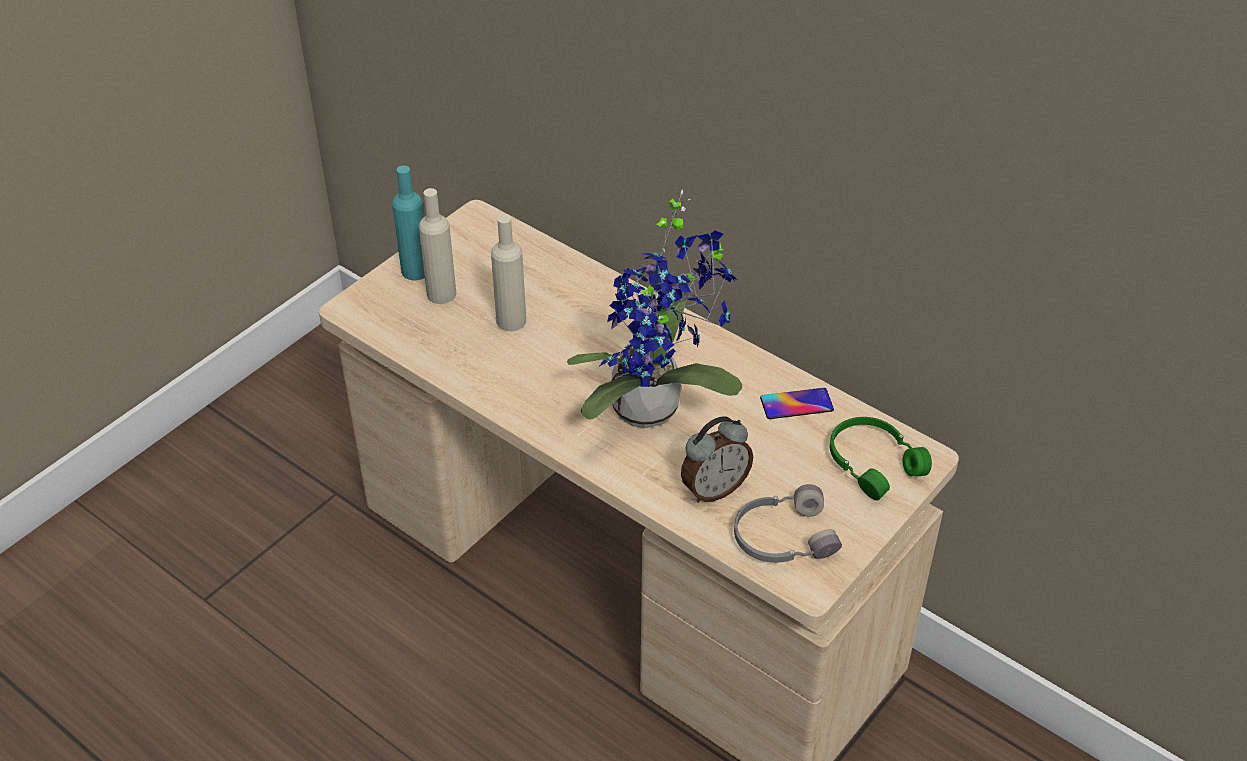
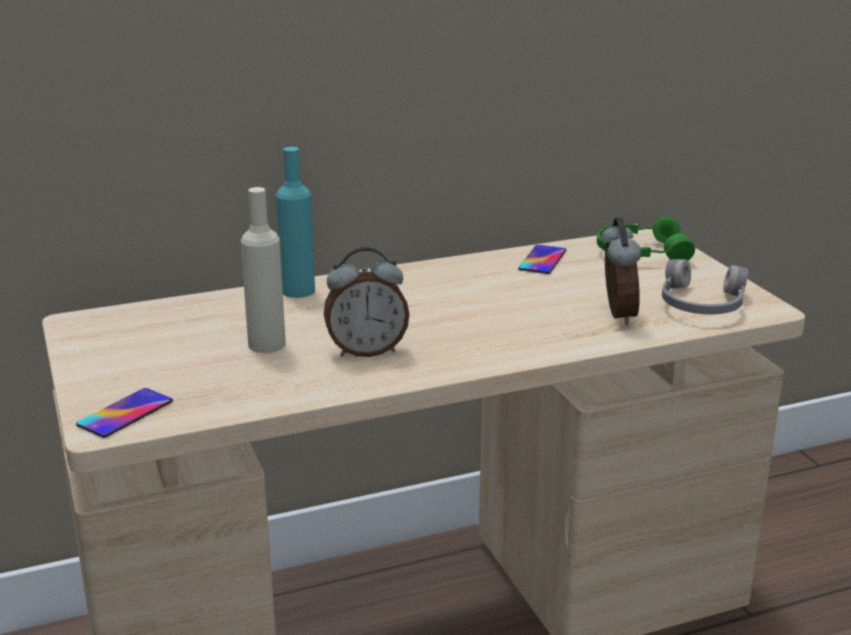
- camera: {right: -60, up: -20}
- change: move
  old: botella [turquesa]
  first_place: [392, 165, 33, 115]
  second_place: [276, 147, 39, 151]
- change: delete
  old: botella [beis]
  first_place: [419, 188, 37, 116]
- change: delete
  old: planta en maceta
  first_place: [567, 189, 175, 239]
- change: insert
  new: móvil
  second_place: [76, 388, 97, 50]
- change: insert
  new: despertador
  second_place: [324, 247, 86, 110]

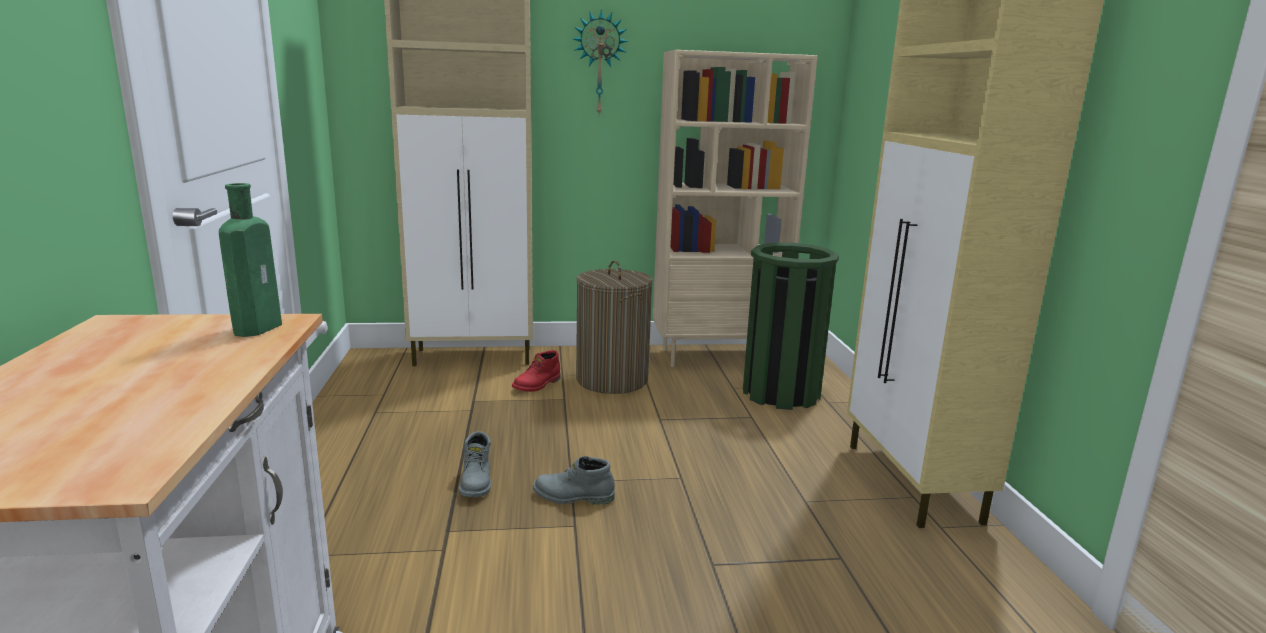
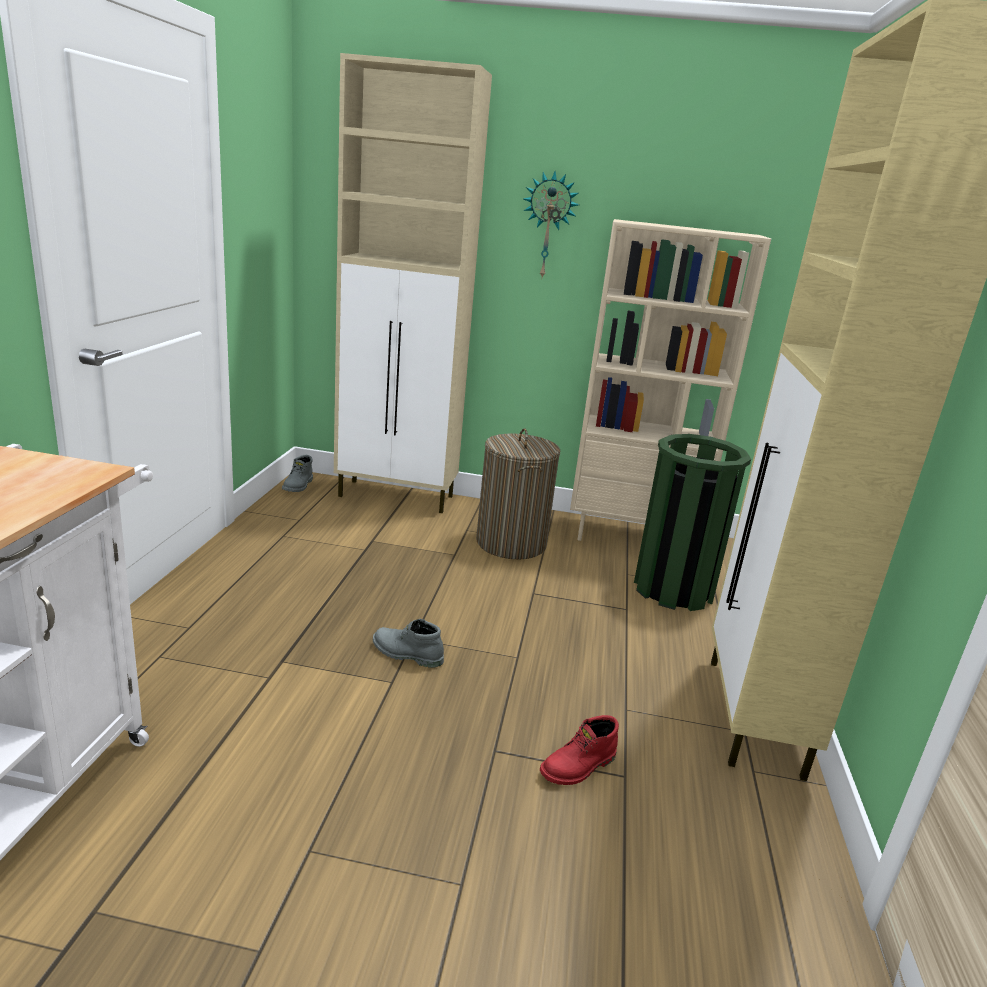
- camera: {right: 15, up: 5}
- change: delete
  old: botella [verde]
  first_place: [219, 183, 63, 154]
- change: move
  old: bota [gris]
  first_place: [459, 431, 32, 66]
  second_place: [282, 455, 31, 37]
- change: move
  old: bota [rojo]
  first_place: [512, 350, 49, 42]
  second_place: [540, 715, 79, 70]

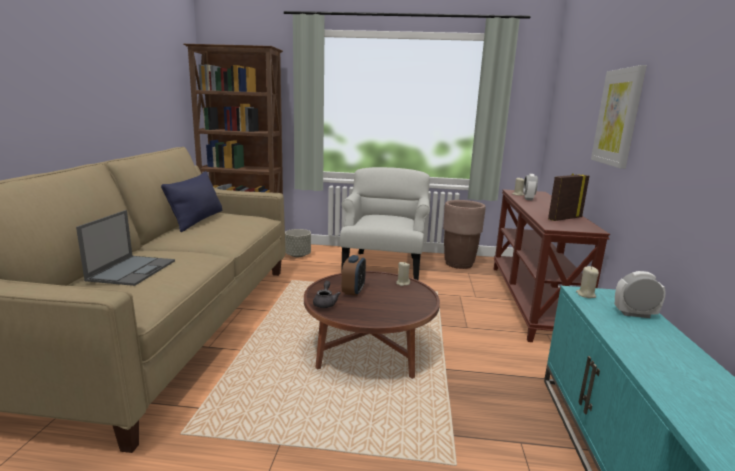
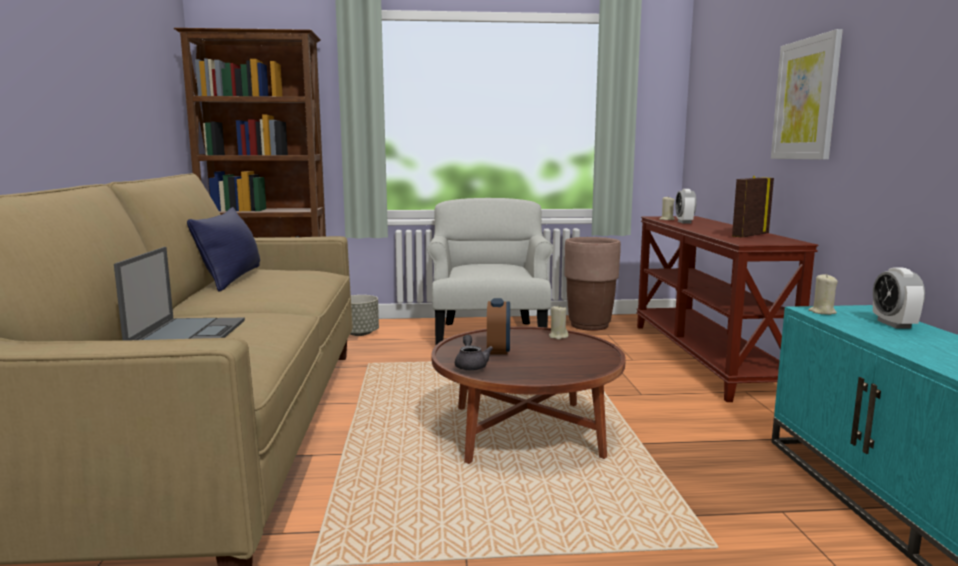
- camera: {right: -10, up: -5}
- change: rotate
  old: despertador
  first_place: [615, 271, 51, 47]
  second_place: [873, 267, 52, 61]
  degrees: -90

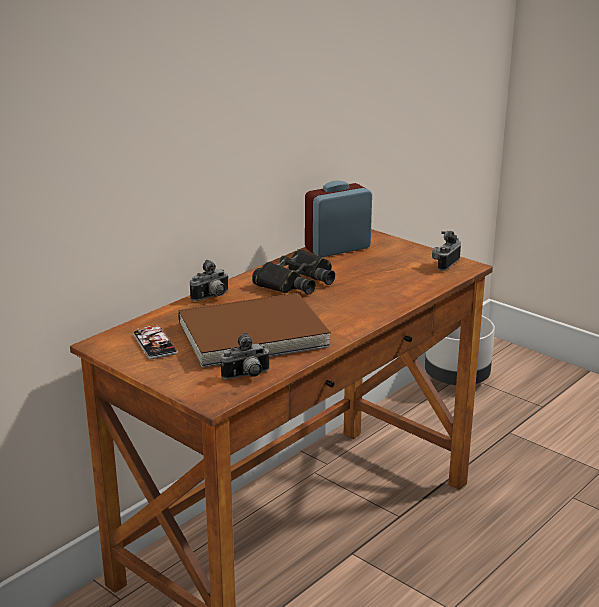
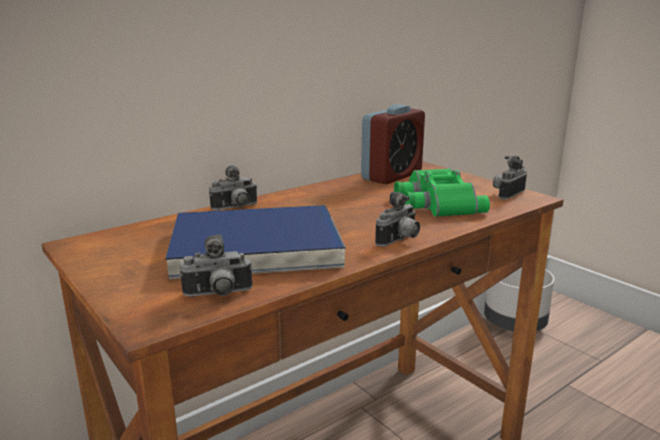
- camera: {right: 10, up: -5}
- change: delete
  old: móvil
  first_place: [133, 325, 45, 34]
- change: recolor
  old: libro [marrón]
  new: libro [azul]
  first_place: [178, 293, 153, 75]
  second_place: [165, 205, 181, 74]
- change: delete
  old: prismáticos [negro]
  first_place: [252, 249, 83, 46]
- change: rotate
  old: despertador
  first_place: [305, 181, 67, 76]
  second_place: [361, 104, 64, 80]
  degrees: 150
- change: insert
  new: cámara
  second_place: [375, 192, 45, 55]
- change: insert
  new: prismáticos [verde]
  second_place: [394, 168, 96, 49]

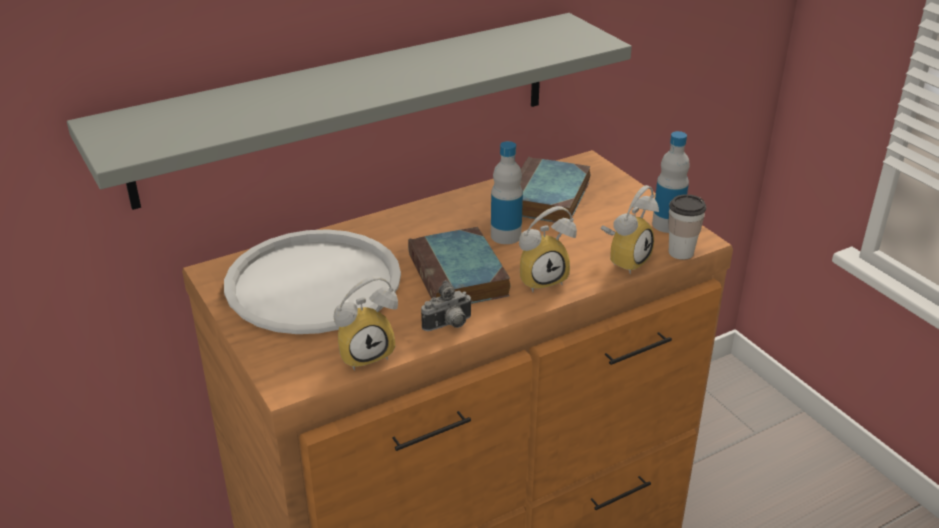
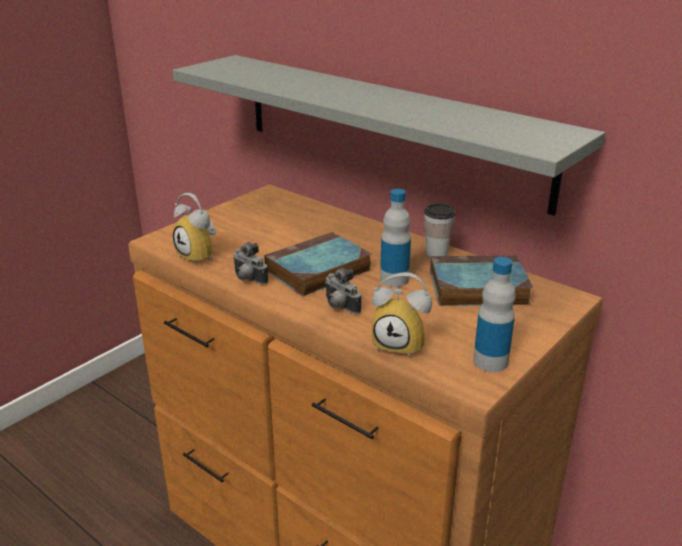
- camera: {right: 70, up: -5}
- change: delete
  old: bandeja [blanco]
  first_place: [224, 229, 177, 105]
- change: replace
  old: despertador
  new: cámara
  first_place: [519, 206, 58, 86]
  second_place: [325, 268, 36, 46]
- change: move
  old: taza
  first_place: [668, 194, 38, 66]
  second_place: [424, 203, 31, 55]

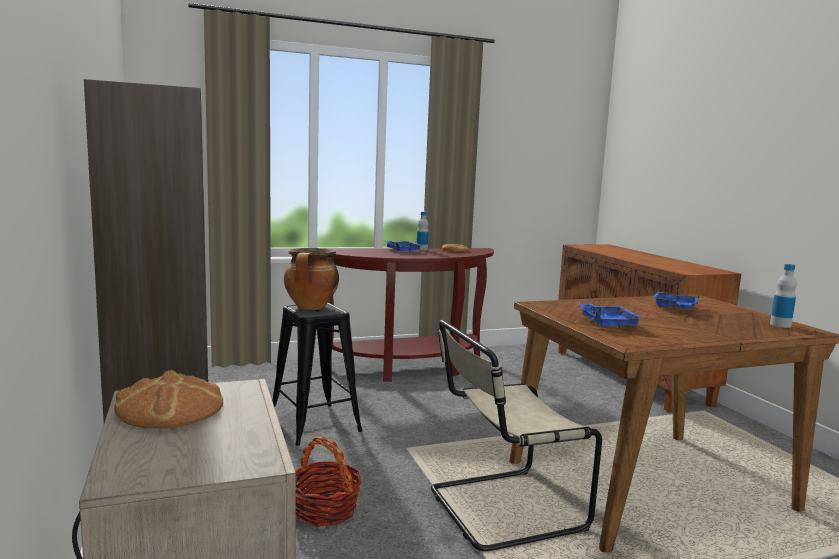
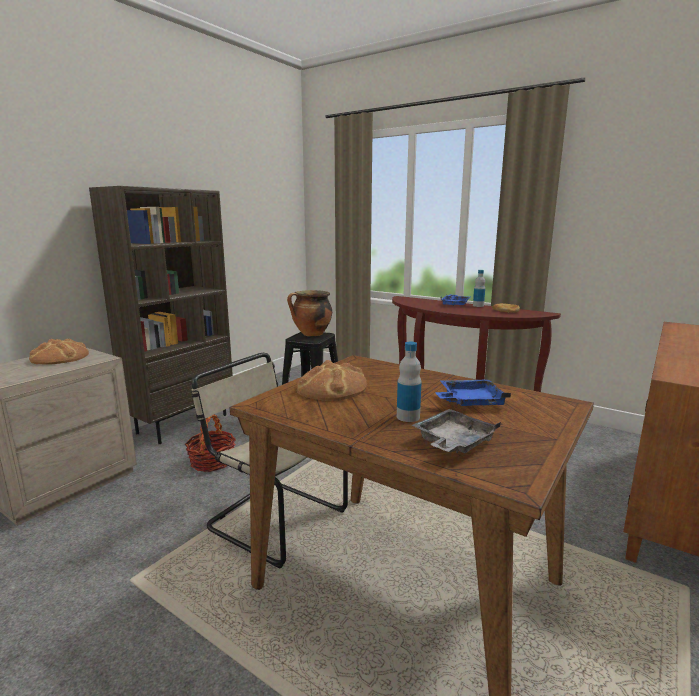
- camera: {right: 55, up: 5}
- change: replace
  old: bandeja [azul]
  new: pan
  first_place: [578, 303, 66, 25]
  second_place: [297, 360, 70, 41]
- change: move
  old: botella
  first_place: [770, 264, 27, 64]
  second_place: [397, 342, 25, 80]
- change: insert
  new: bandeja [gris]
  second_place: [412, 409, 89, 44]

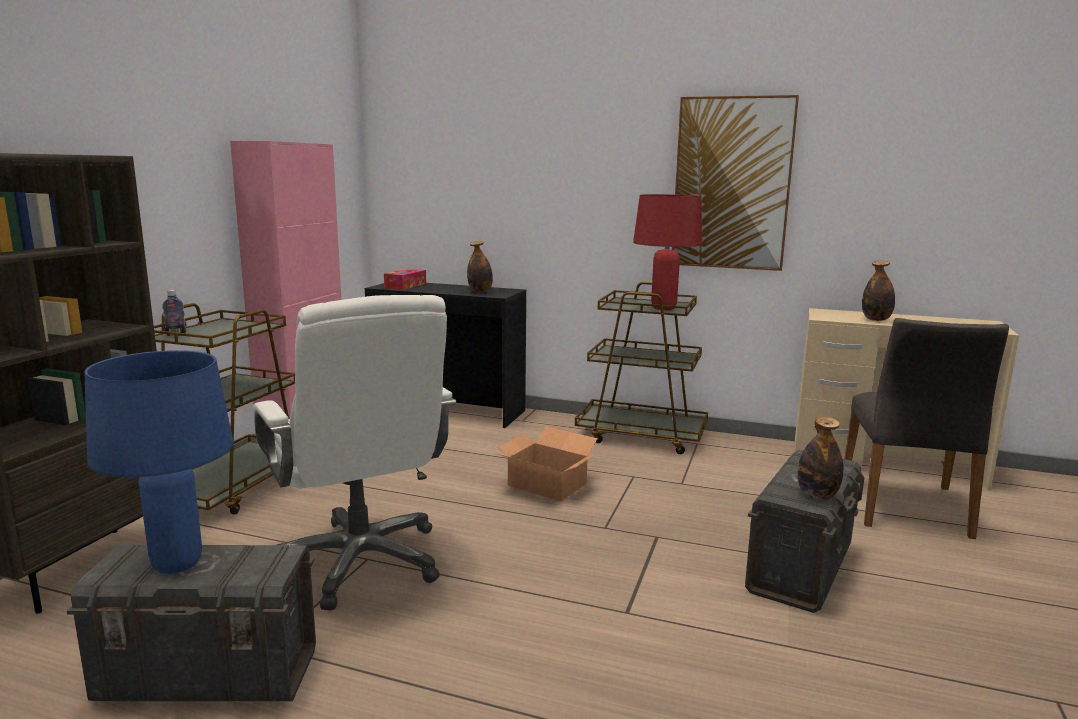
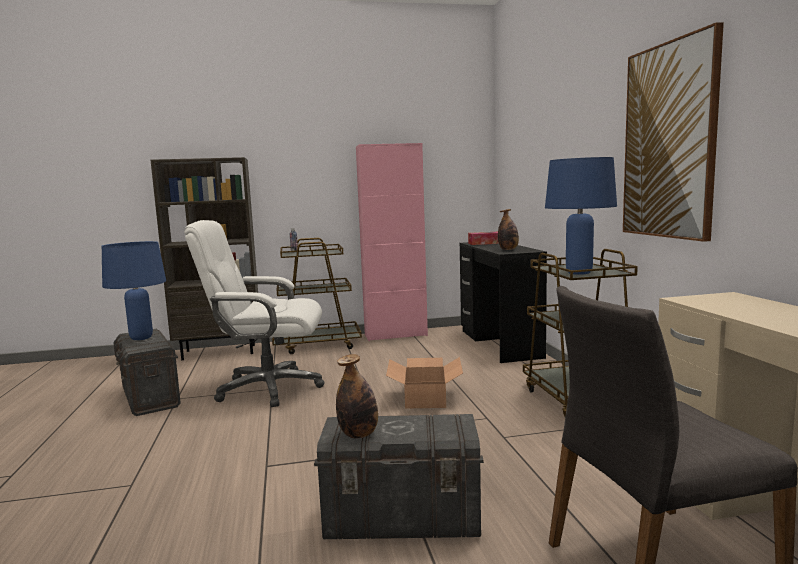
- camera: {right: 60, up: -5}
- change: rotate
  old: silla de oficina [blanco]
  first_place: [253, 295, 203, 315]
  second_place: [184, 220, 141, 187]
  degrees: 60
- change: recolor
  old: lámpara de mesa [rojo]
  new: lámpara de mesa [azul]
  first_place: [633, 194, 69, 116]
  second_place: [545, 157, 72, 118]
- change: delete
  old: botella
  first_place: [862, 261, 33, 60]

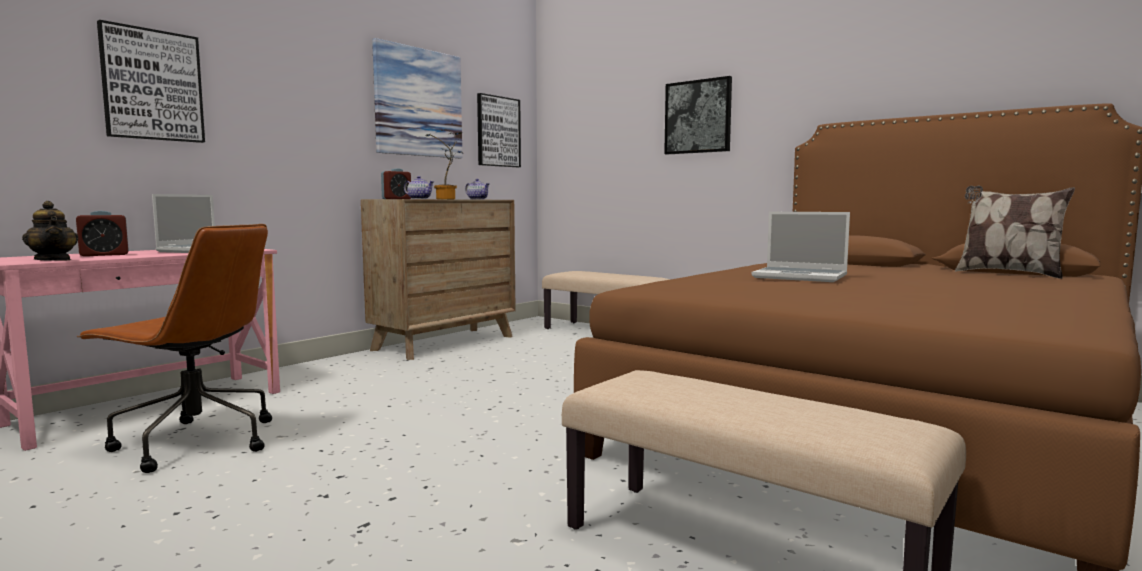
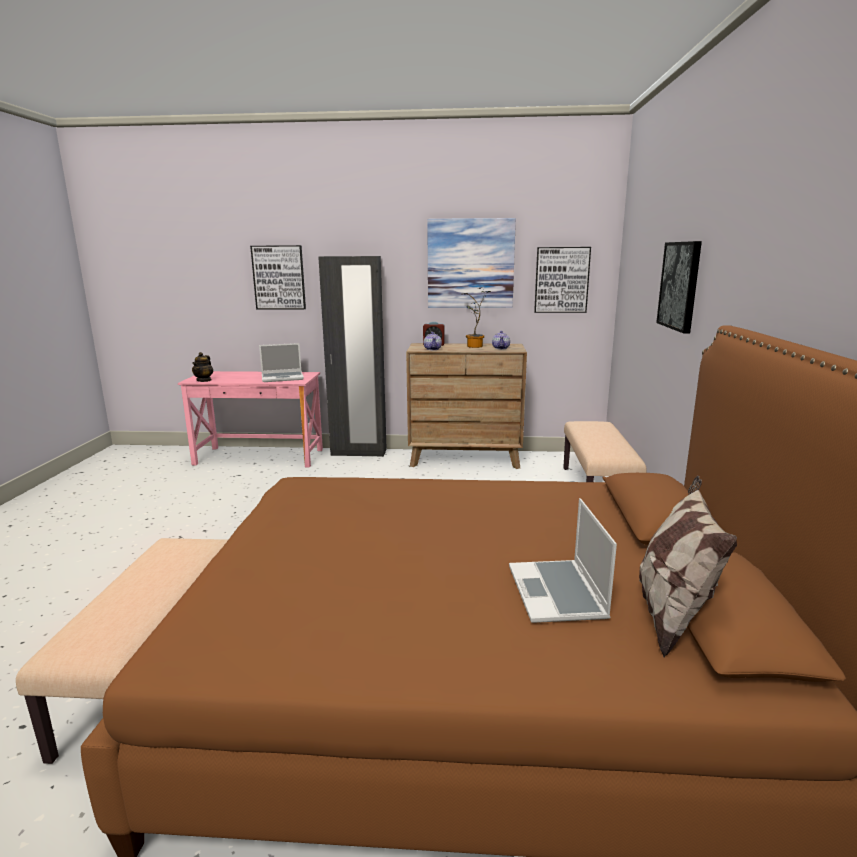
- camera: {right: 55, up: 10}
- change: delete
  old: despertador
  first_place: [76, 211, 53, 45]
- change: delete
  old: silla de oficina [marrón]
  first_place: [77, 224, 195, 249]
- change: move
  old: portátil
  first_place: [752, 212, 98, 70]
  second_place: [509, 498, 108, 125]
- change: insert
  new: armario ropero [negro]
  second_place: [318, 256, 69, 201]

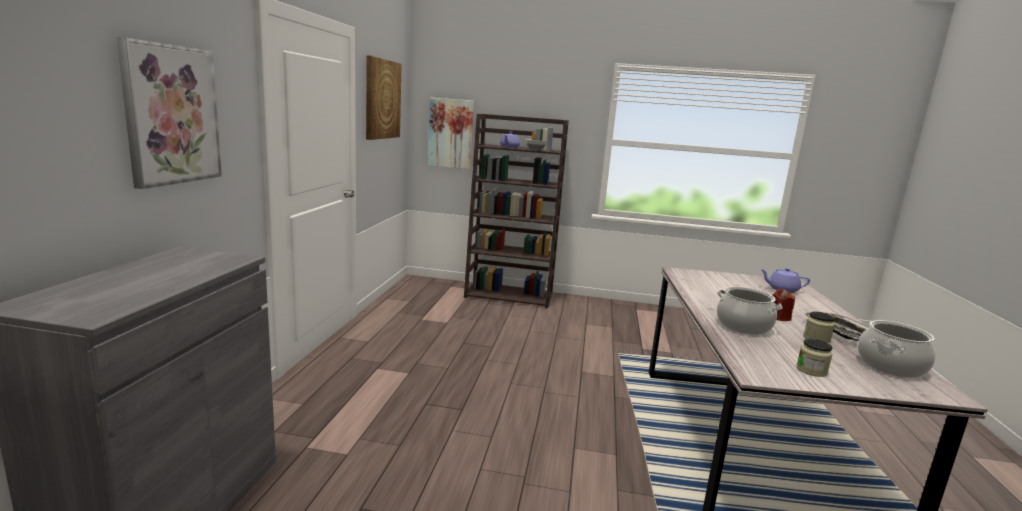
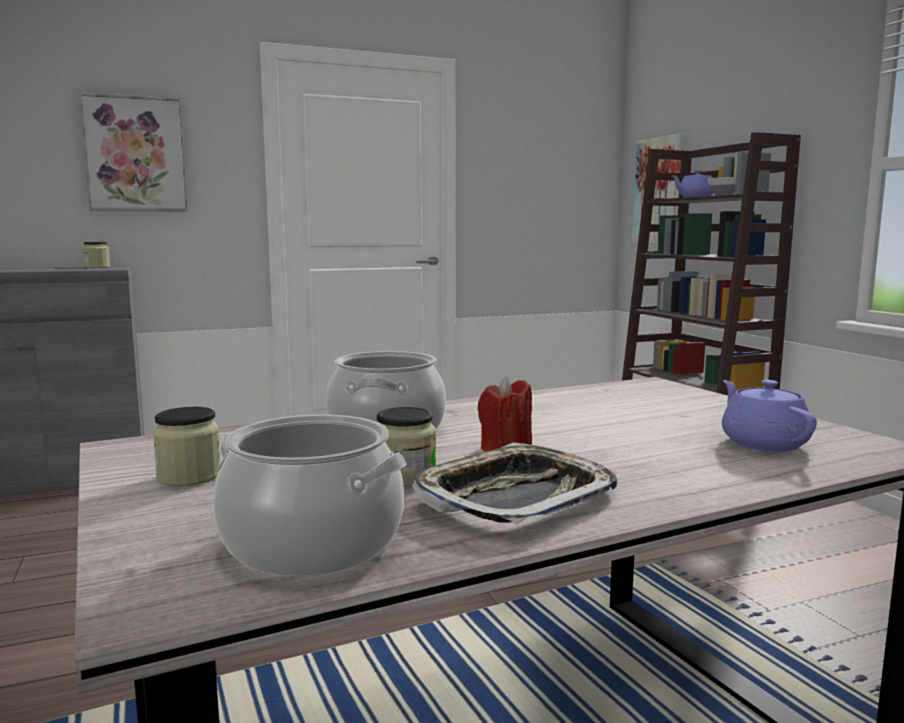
- camera: {right: 60, up: -5}
- change: delete
  old: cuadro
  first_place: [366, 55, 36, 85]
- change: insert
  new: tarro
  second_place: [83, 242, 27, 26]

